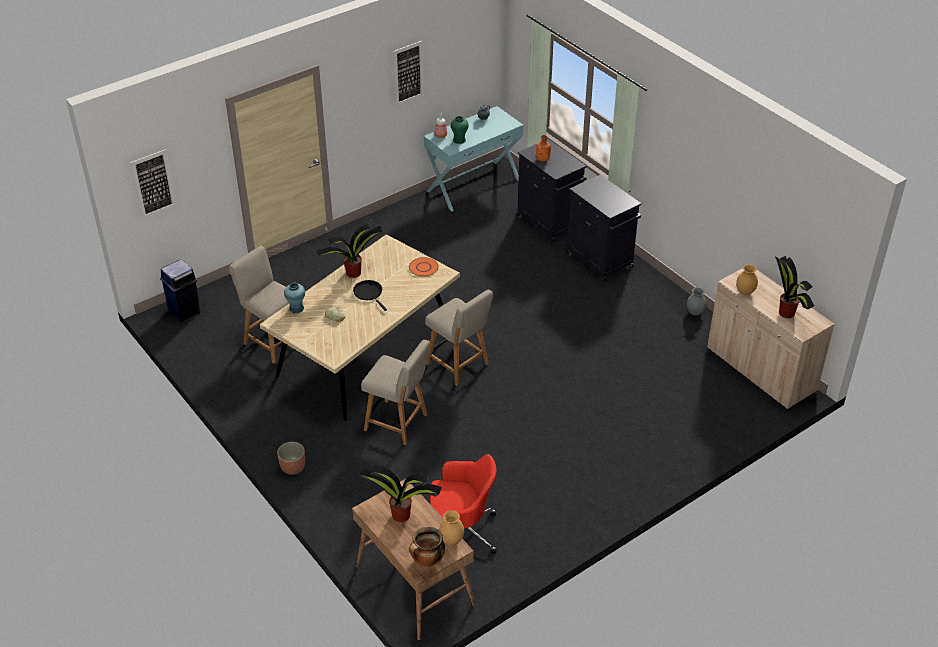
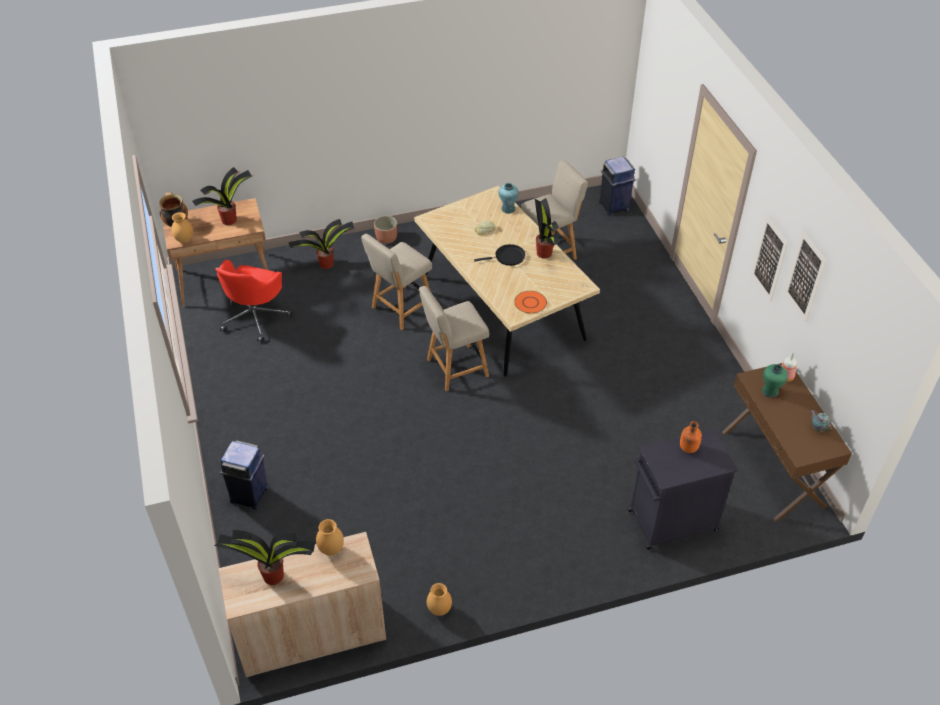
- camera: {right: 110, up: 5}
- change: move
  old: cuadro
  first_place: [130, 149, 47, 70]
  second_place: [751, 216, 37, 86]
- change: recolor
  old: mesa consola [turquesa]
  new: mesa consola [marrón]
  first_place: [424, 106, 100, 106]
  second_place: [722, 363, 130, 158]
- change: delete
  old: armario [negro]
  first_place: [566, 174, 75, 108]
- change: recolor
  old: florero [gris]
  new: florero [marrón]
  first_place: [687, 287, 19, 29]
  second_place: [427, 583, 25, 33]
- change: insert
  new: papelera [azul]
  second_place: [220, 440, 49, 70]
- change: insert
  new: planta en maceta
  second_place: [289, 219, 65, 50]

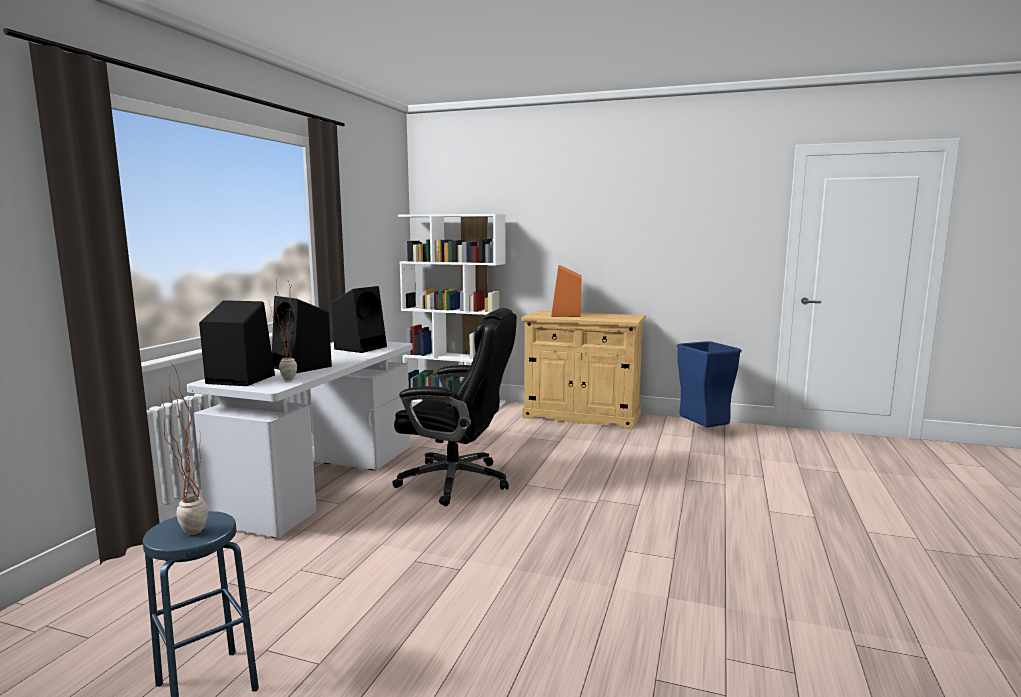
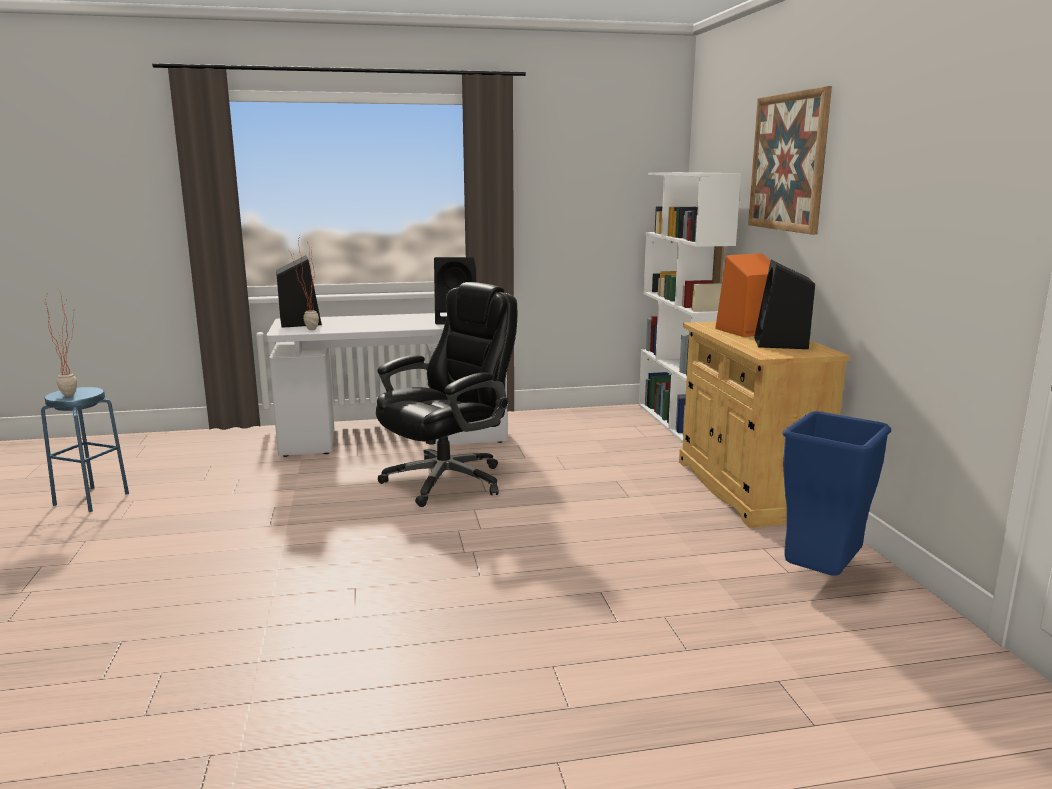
- camera: {right: 60, up: 5}
- change: move
  old: altavoz [negro]
  first_place: [272, 296, 60, 77]
  second_place: [754, 260, 61, 89]
- change: rotate
  old: silla de oficina [negro]
  first_place: [392, 308, 125, 198]
  second_place: [376, 282, 141, 225]
  degrees: -120
- change: insert
  new: cuadro
  second_place: [748, 86, 84, 149]

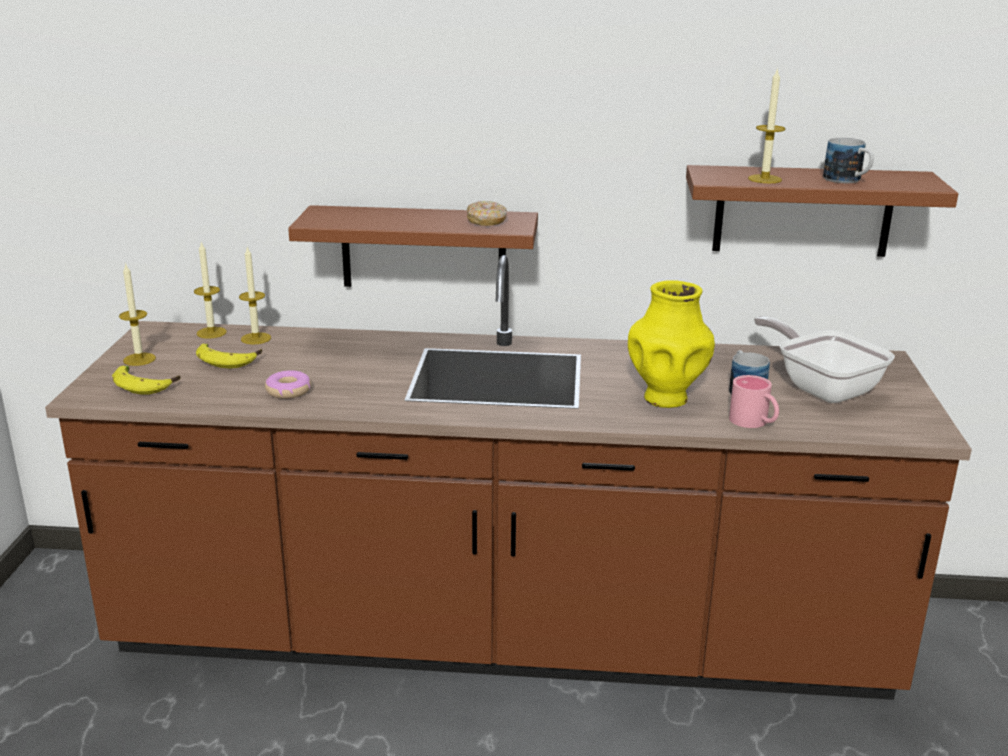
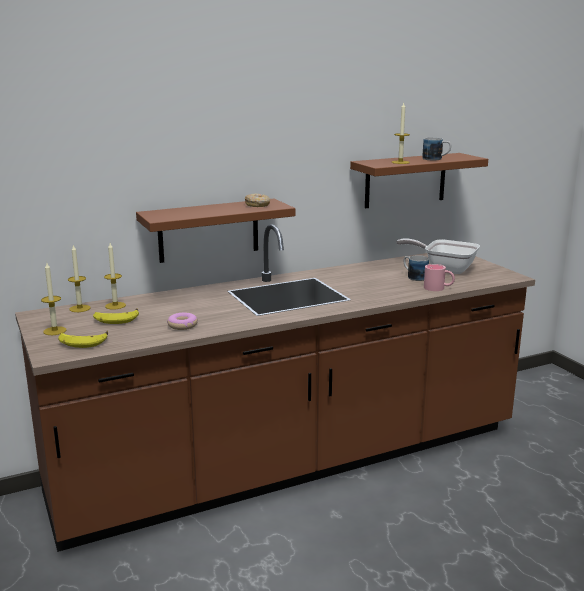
- camera: {right: -30, up: -5}
- change: delete
  old: florero [amarillo]
  first_place: [628, 280, 87, 128]

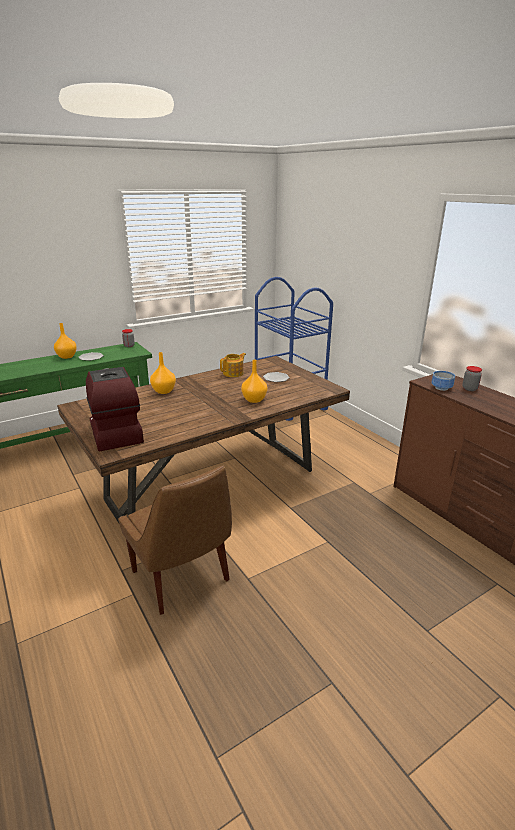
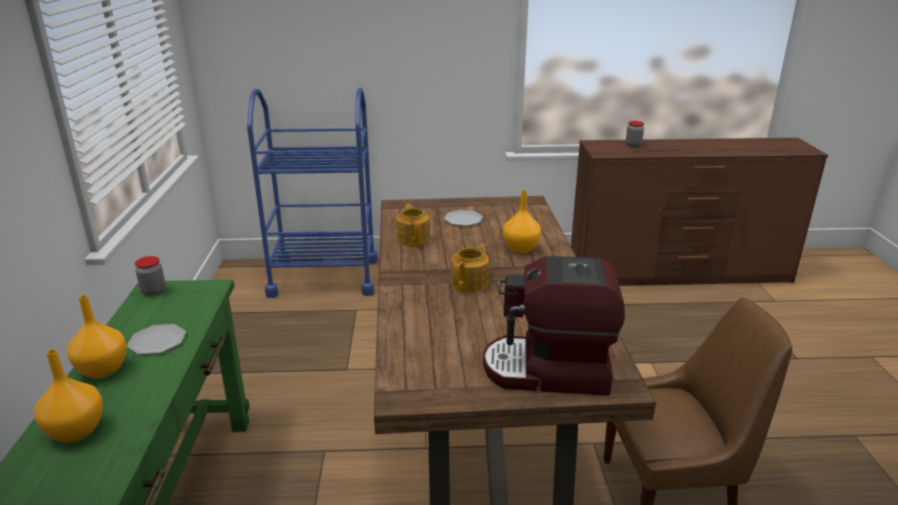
- camera: {right: -60, up: 0}
- change: move
  old: florero [naranja]
  first_place: [150, 352, 26, 42]
  second_place: [34, 349, 69, 93]
- change: delete
  old: cuenco
  first_place: [431, 371, 24, 20]
- change: insert
  new: tetera
  second_place: [451, 243, 38, 50]

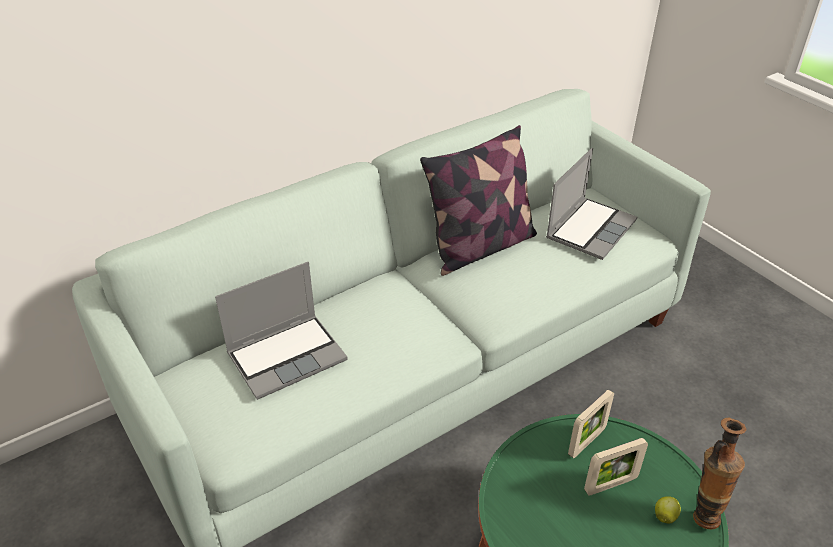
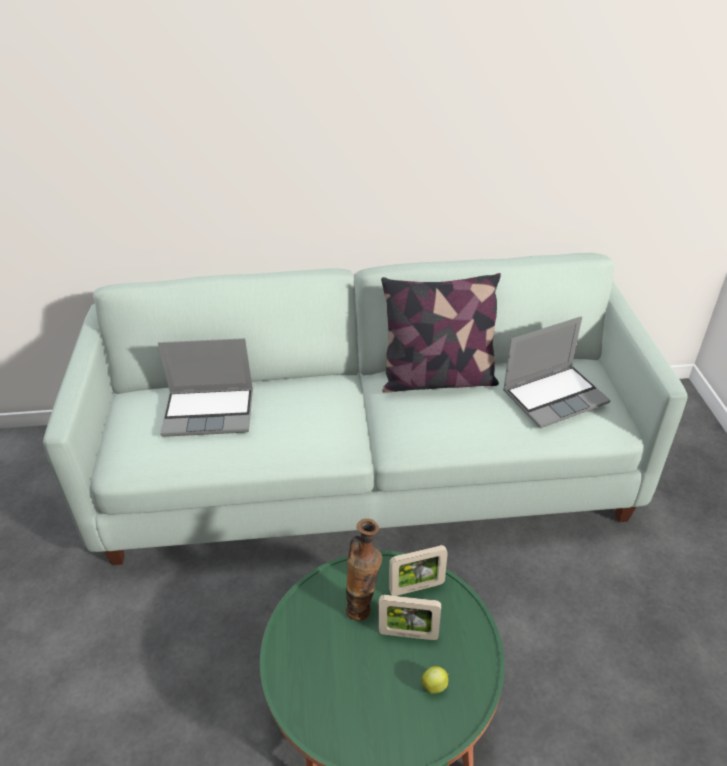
- camera: {right: 30, up: 0}
- change: move
  old: florero
  first_place: [693, 418, 54, 111]
  second_place: [346, 519, 36, 102]

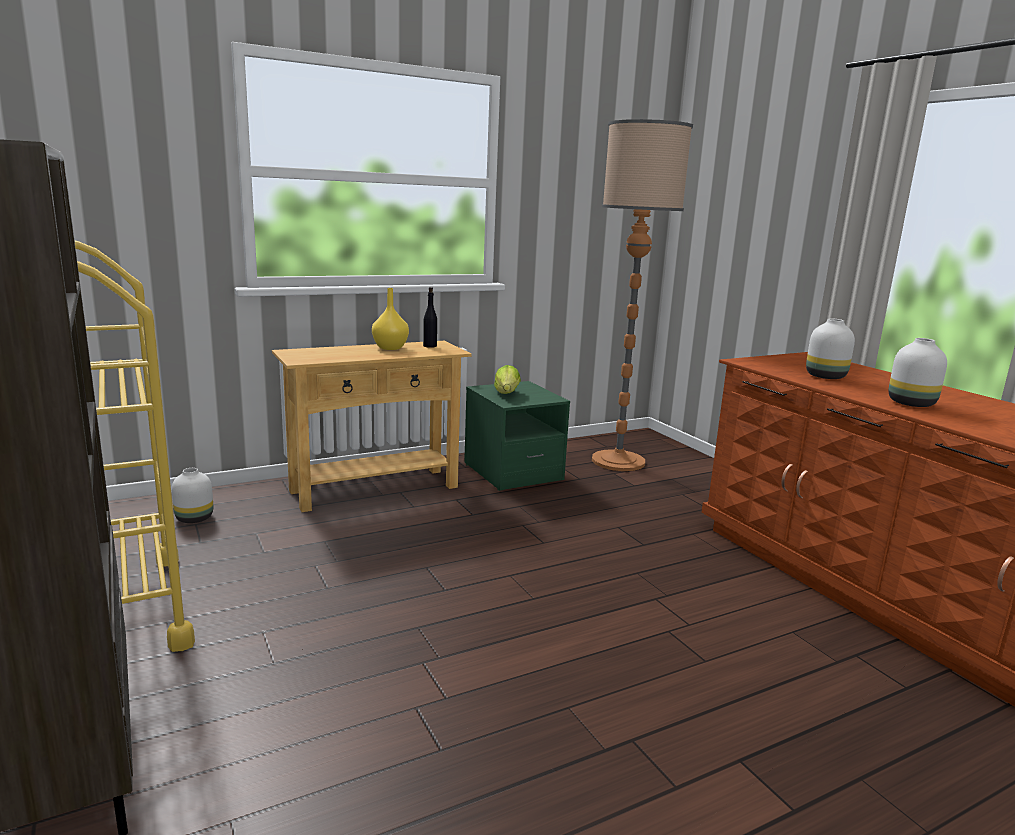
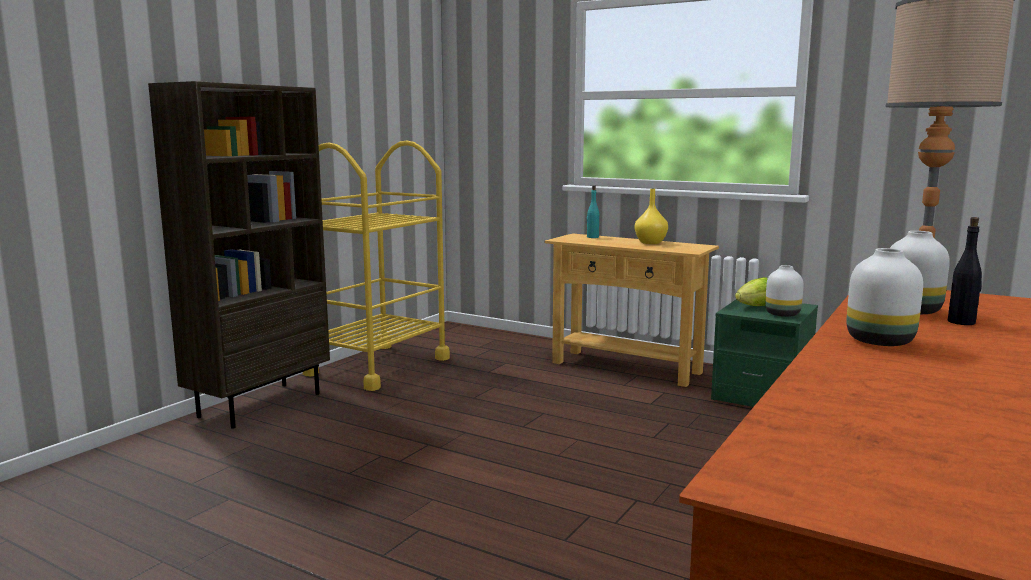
- camera: {right: 60, up: -5}
- change: move
  old: florero [blanco]
  first_place: [172, 468, 41, 55]
  second_place: [765, 265, 38, 52]
- change: move
  old: botella [negro]
  first_place: [423, 287, 14, 61]
  second_place: [948, 217, 34, 108]
- change: insert
  new: botella [turquesa]
  second_place: [587, 185, 12, 53]

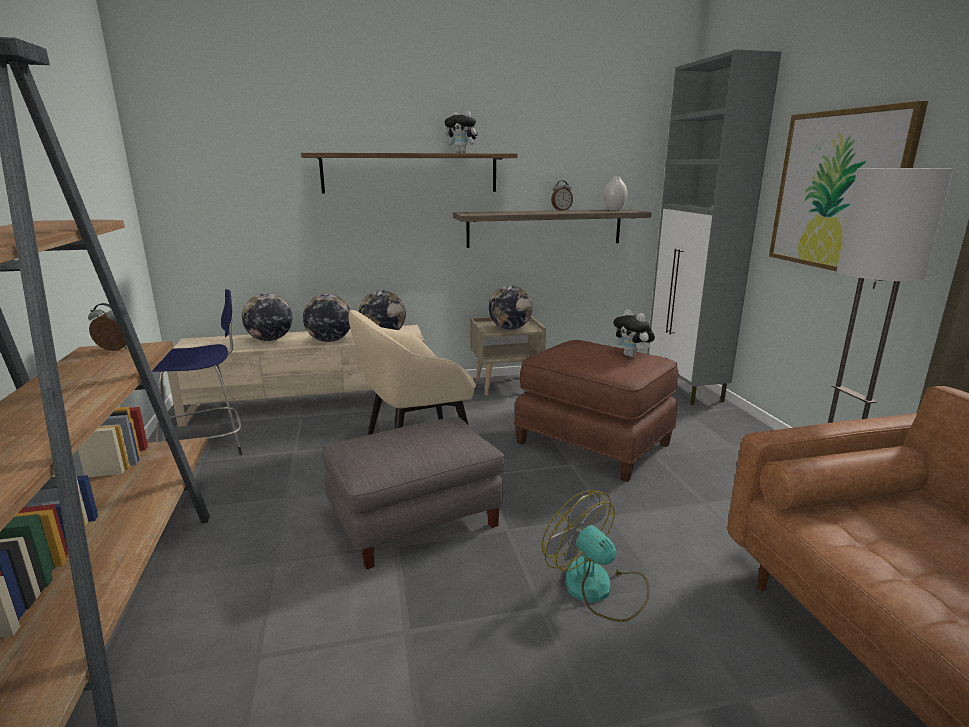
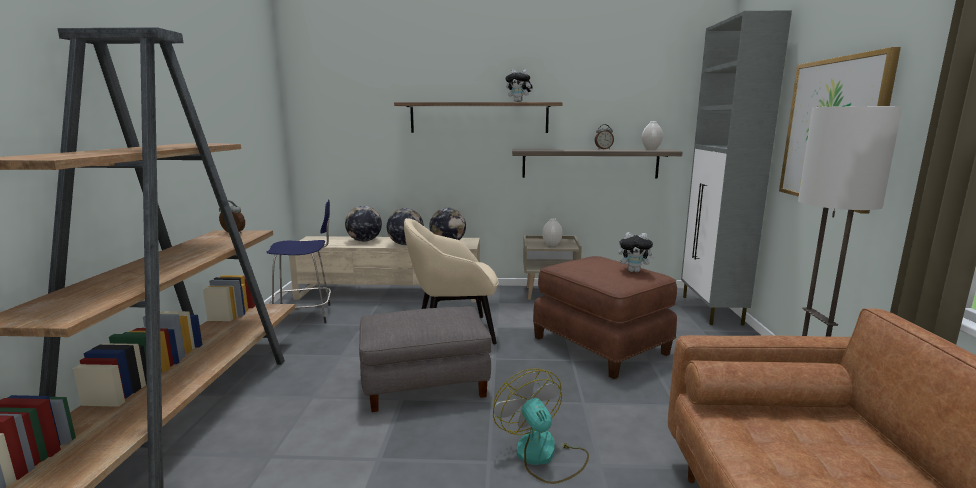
- camera: {right: 15, up: -5}
- change: replace
  old: globo terráqueo
  new: florero [blanco]
  first_place: [488, 285, 45, 45]
  second_place: [542, 218, 21, 28]
- change: rotate
  old: peluche
  first_place: [613, 309, 42, 48]
  second_place: [618, 232, 38, 40]
  degrees: -60

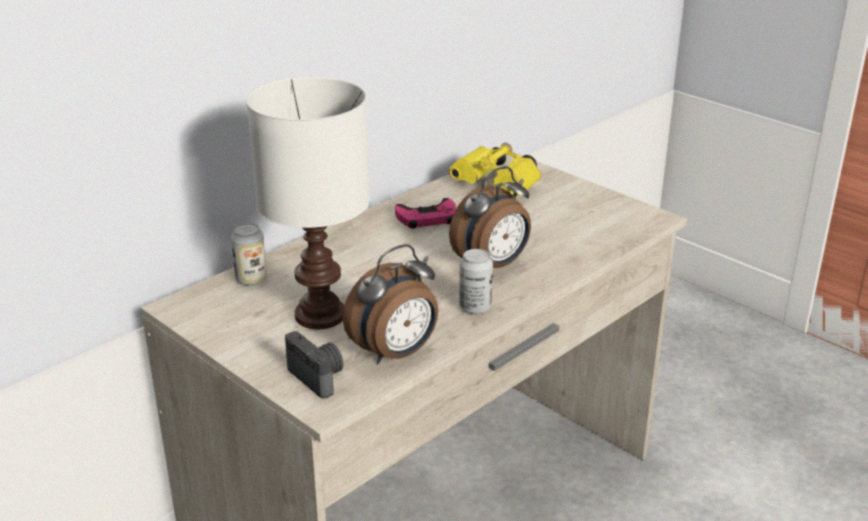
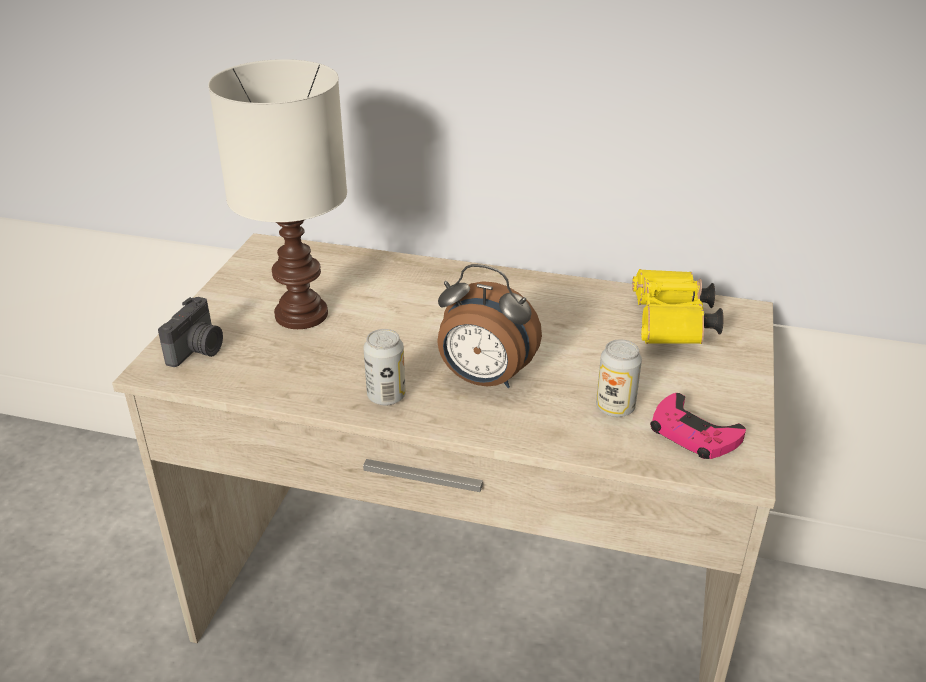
- camera: {right: 60, up: 5}
- change: move
  old: lata
  first_place: [231, 223, 36, 63]
  second_place: [596, 339, 46, 78]
- change: delete
  old: despertador
  first_place: [343, 244, 95, 120]
- change: move
  old: mando de consola [rosa]
  first_place: [395, 198, 61, 31]
  second_place: [650, 393, 96, 66]

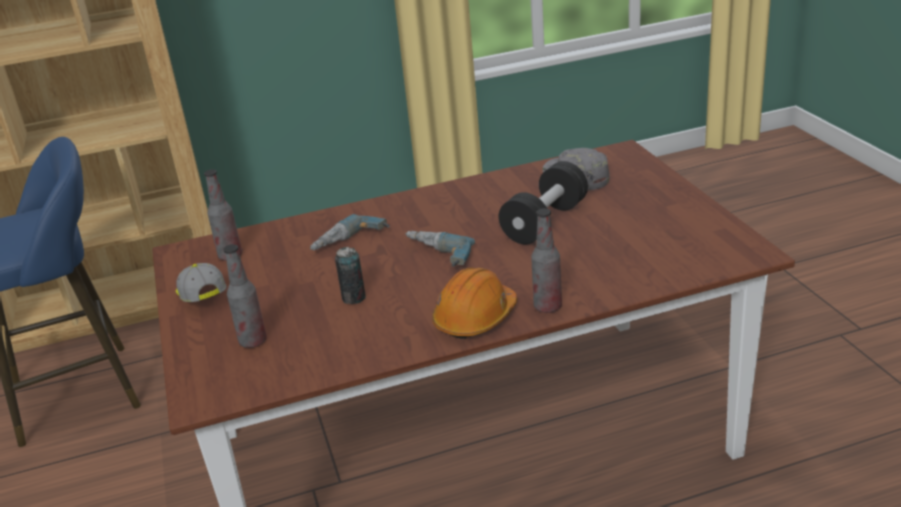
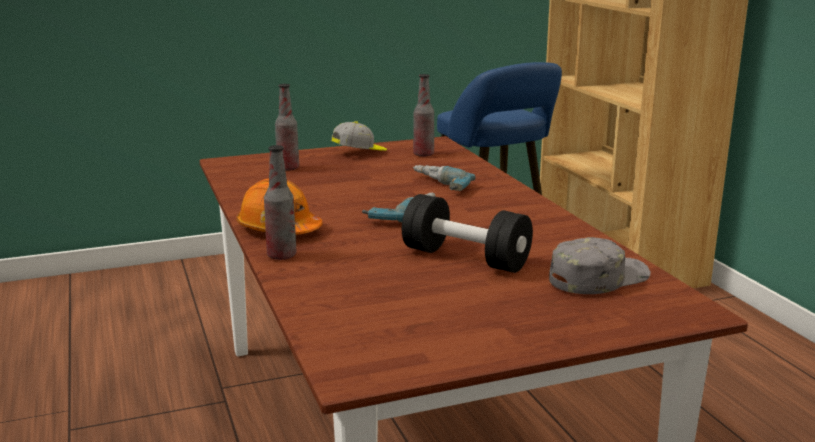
- camera: {right: 85, up: -10}
- change: delete
  old: lata
  first_place: [335, 247, 31, 57]

